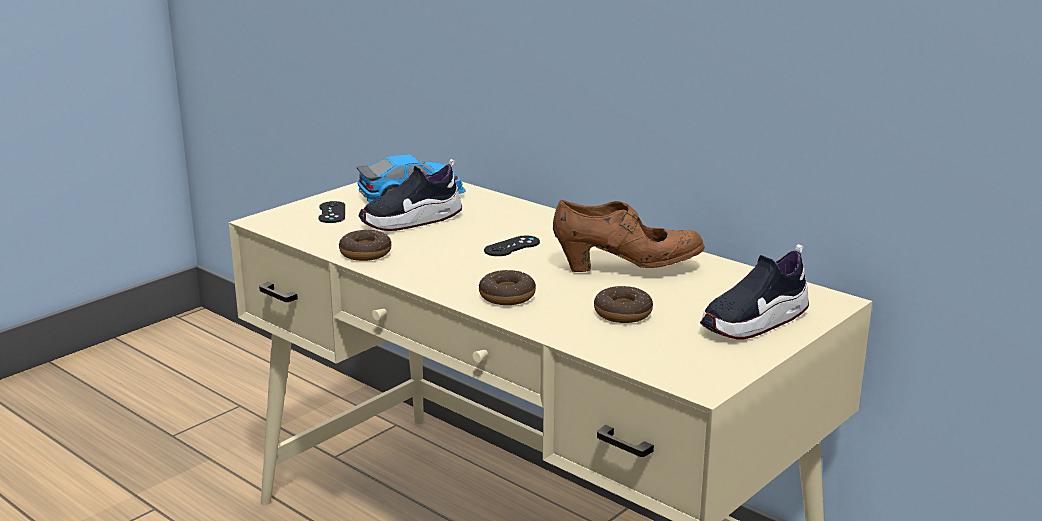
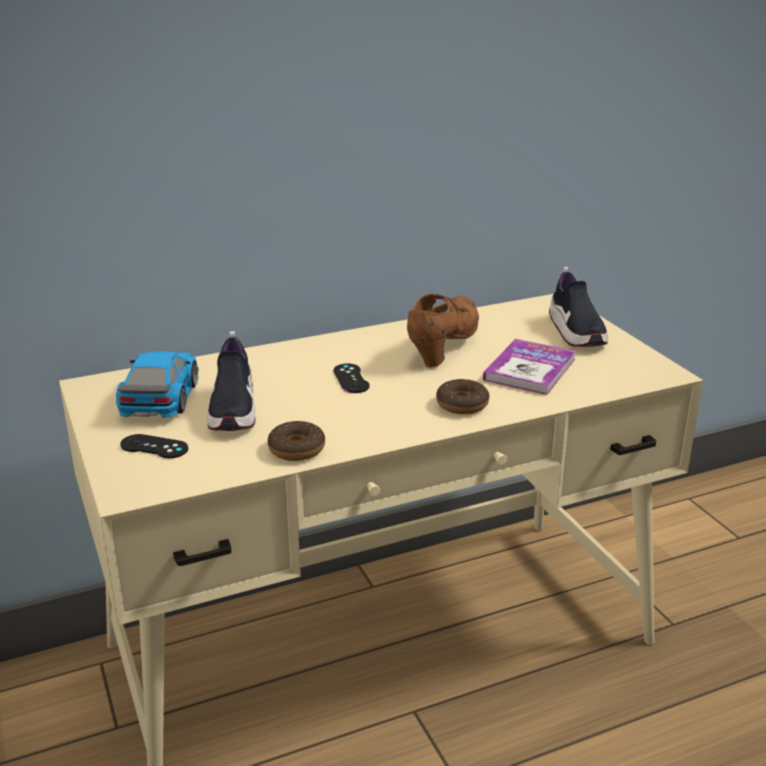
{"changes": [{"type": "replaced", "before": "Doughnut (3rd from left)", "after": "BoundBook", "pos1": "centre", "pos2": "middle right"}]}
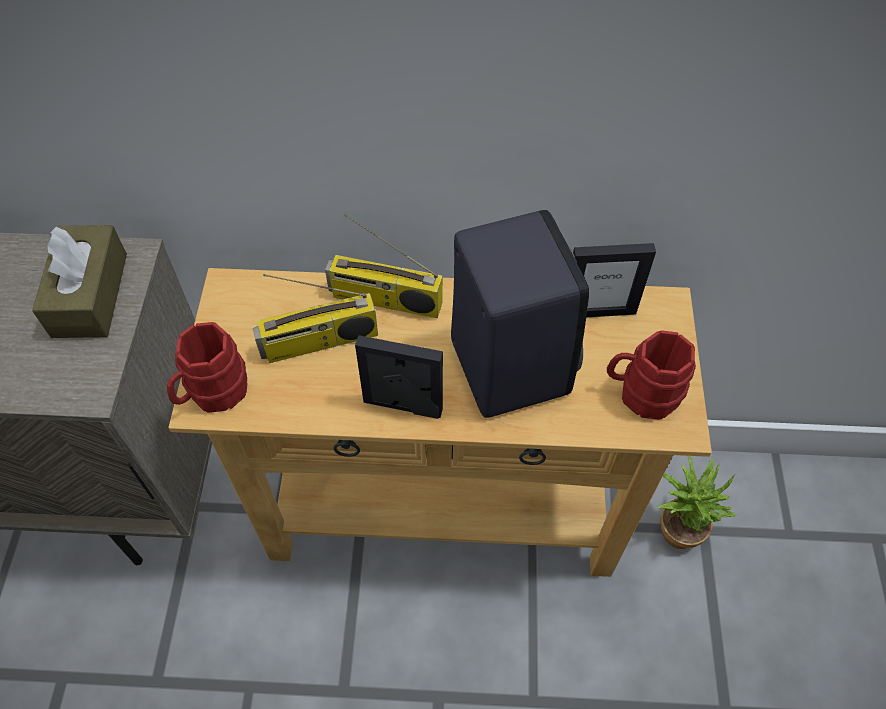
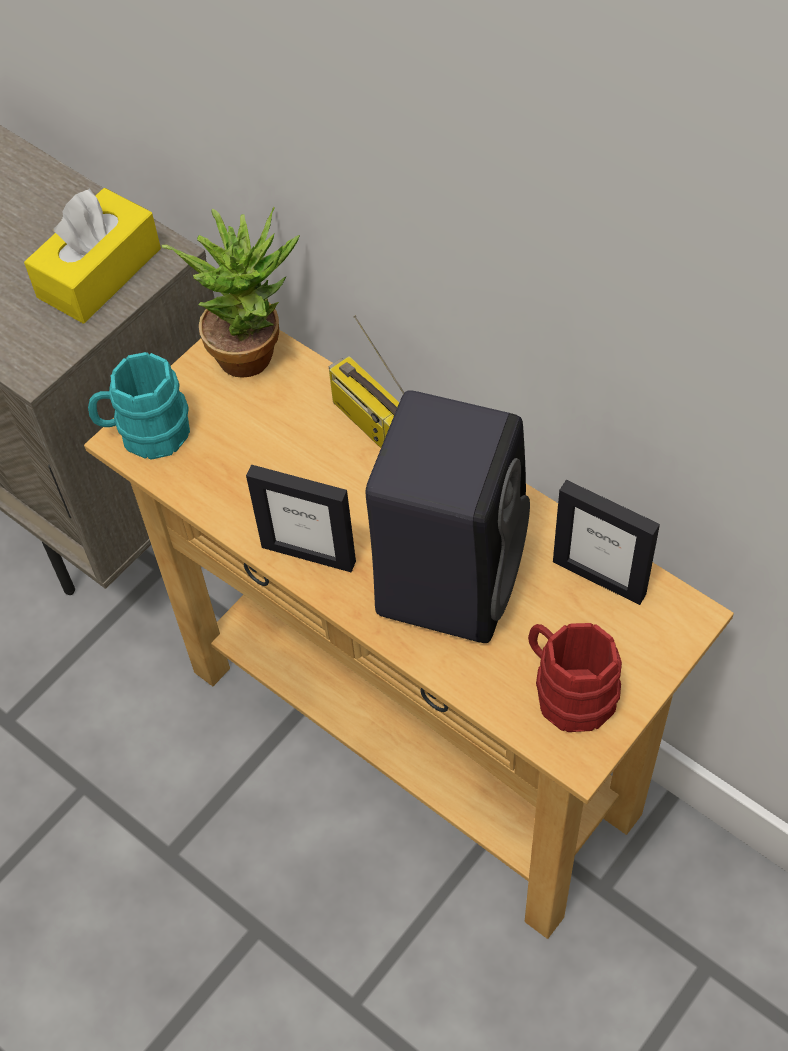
{"changes": [{"type": "recoloured", "before": "BrownBoxOfTissues", "after": "YellowishBoxOfTissues", "pos1": "middle left", "pos2": "top left"}, {"type": "recoloured", "before": "RedColouredTeaMug (1st from left)", "after": "BlueGreenTeaMug", "pos1": "middle left", "pos2": "middle left"}, {"type": "moved", "before": "PottedPlant", "pos1": "bottom right", "pos2": "top left"}, {"type": "turned", "before": "StandingFrame (1st from left)", "pos1": "centre", "pos2": "centre", "turn": 150}, {"type": "removed", "before": "Radio (1st from left)", "pos1": "centre"}]}
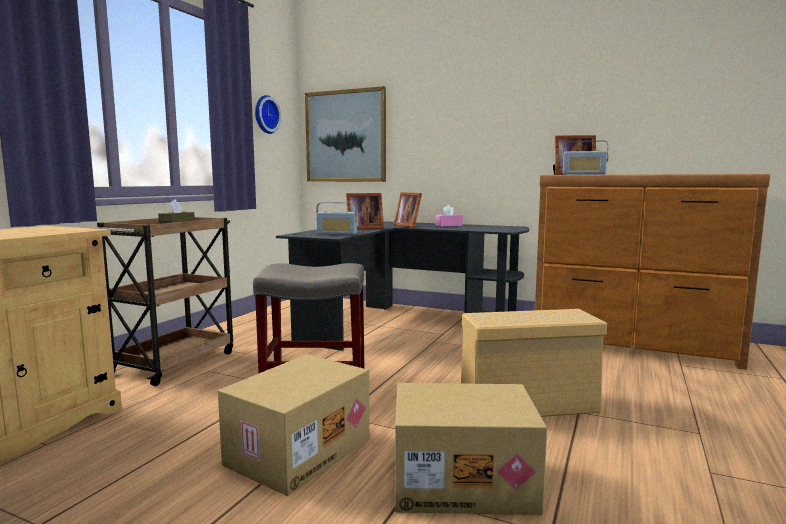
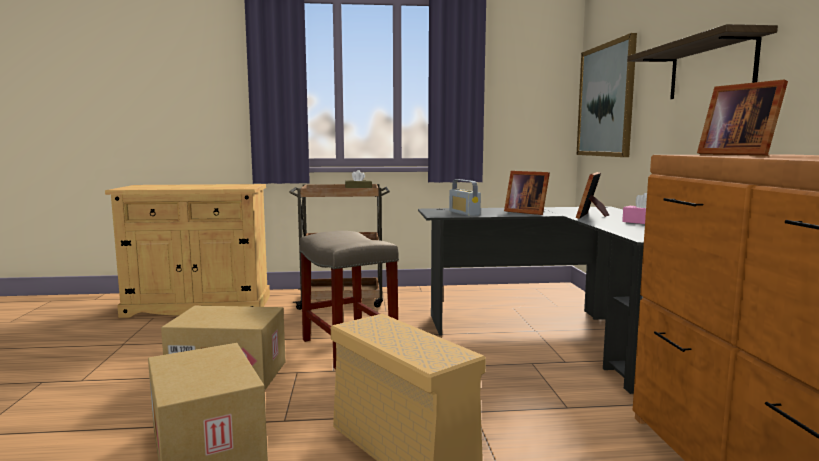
{"changes": [{"type": "added", "after": "WallShelf", "pos2": "top right"}, {"type": "removed", "before": "ClockOnTheWall", "pos1": "top centre"}, {"type": "removed", "before": "Radio (2nd from left)", "pos1": "top right"}]}
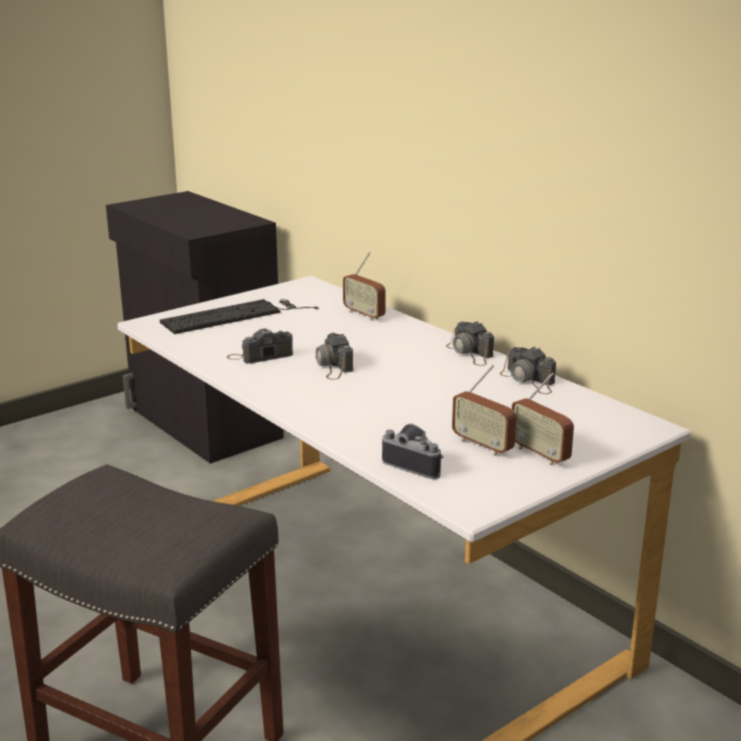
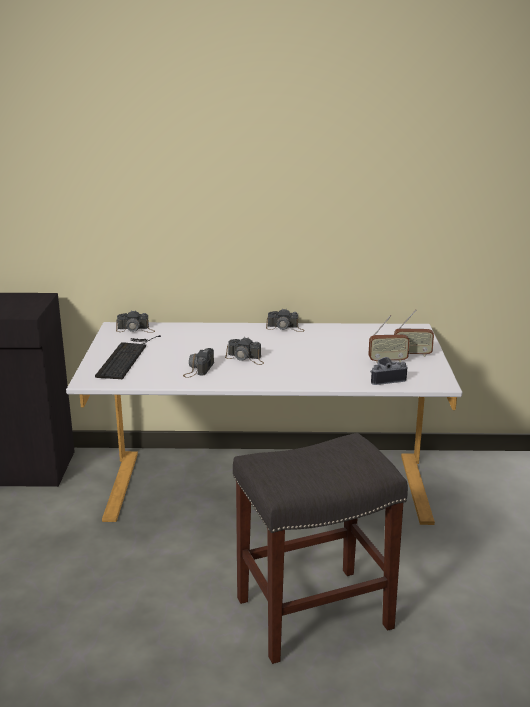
{"changes": [{"type": "moved", "before": "StillCamera (5th from left in the first image)", "after": "StillCamera (1st from left)", "pos1": "middle right", "pos2": "middle left"}, {"type": "removed", "before": "Radio (1st from left)", "pos1": "centre"}]}
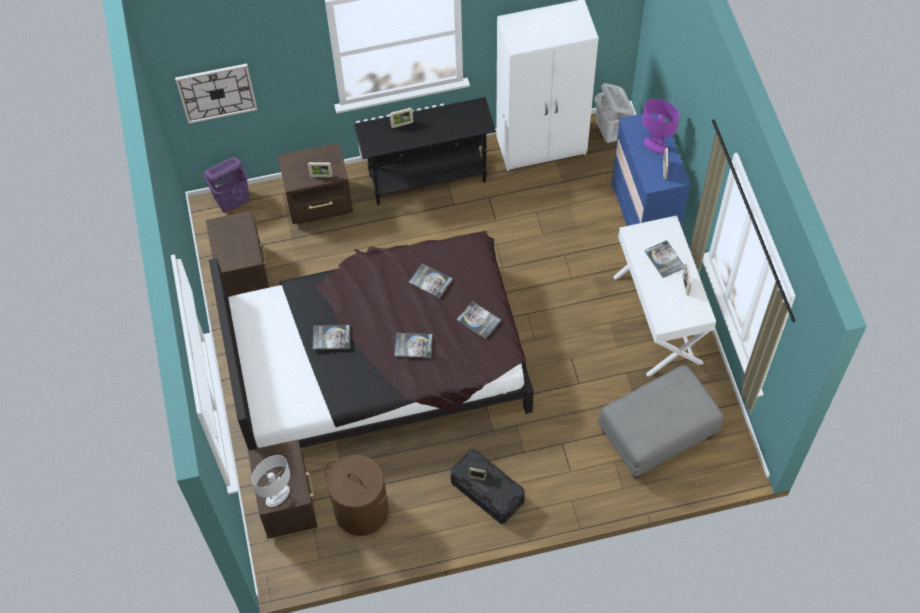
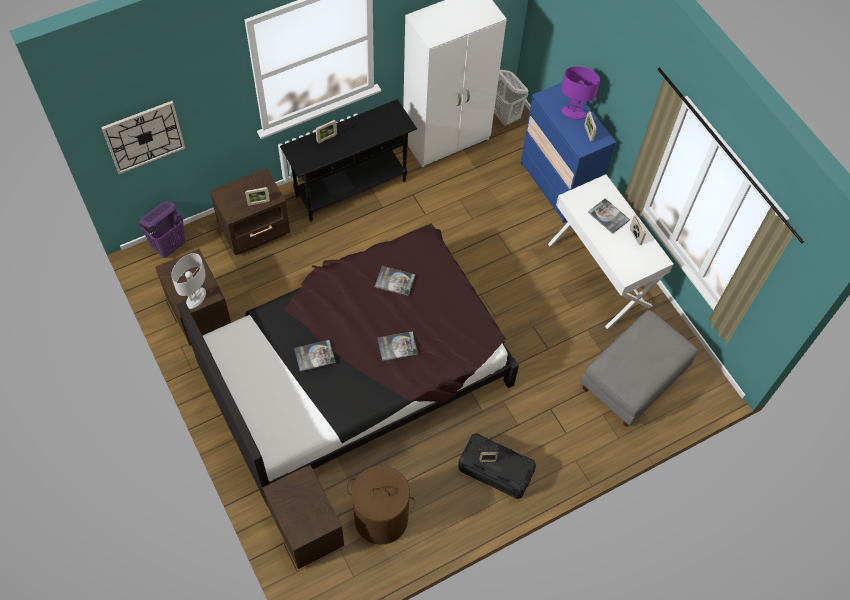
{"changes": [{"type": "moved", "before": "WhiteColouredTabletopLamp", "pos1": "bottom left", "pos2": "middle left"}, {"type": "removed", "before": "BoundBook (4th from left)", "pos1": "centre"}]}
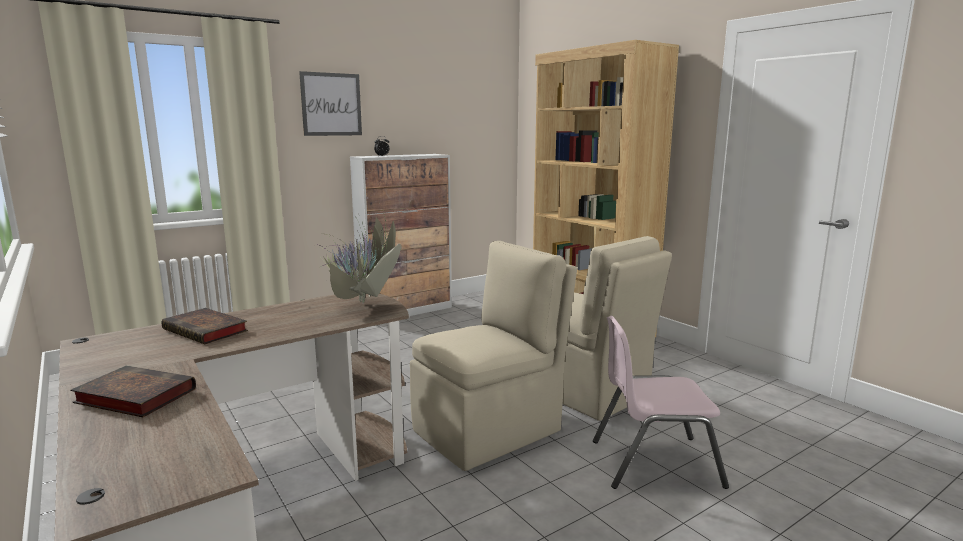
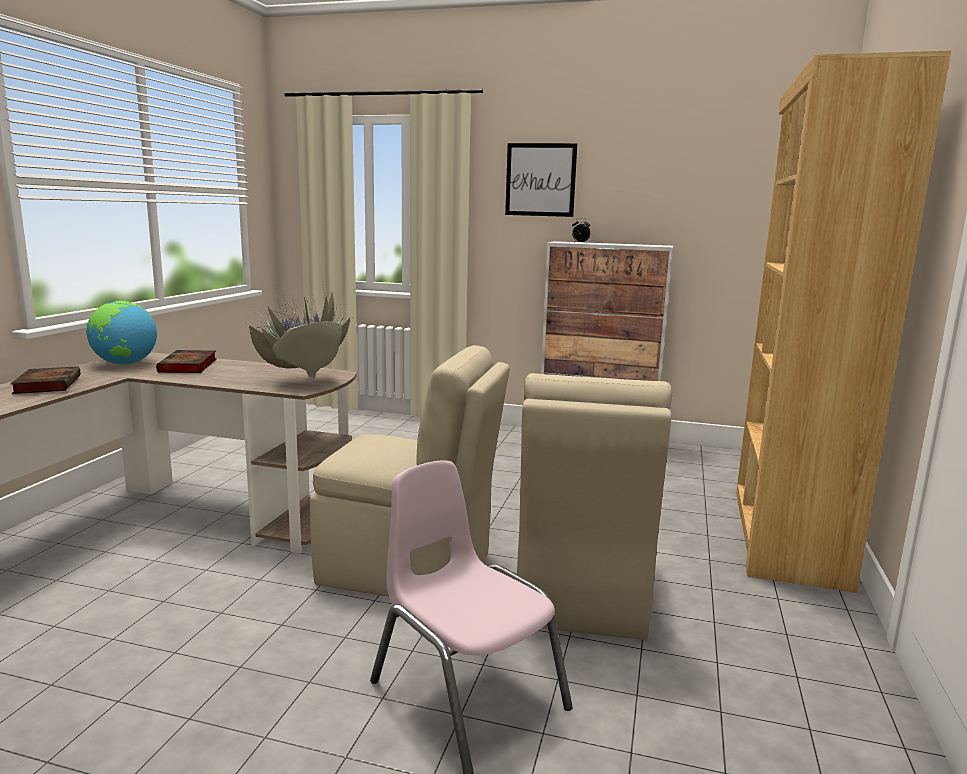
{"changes": [{"type": "added", "after": "Globe", "pos2": "middle left"}]}
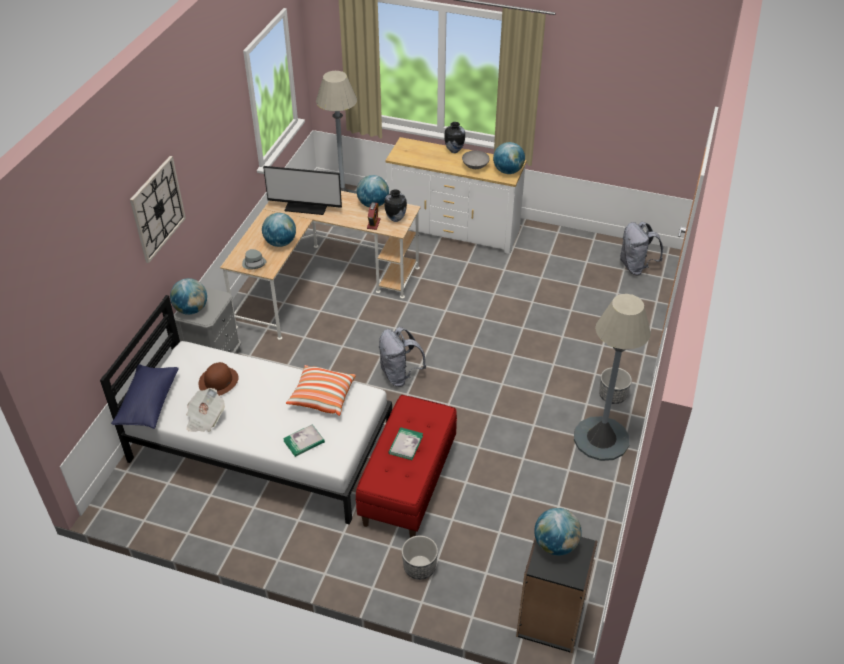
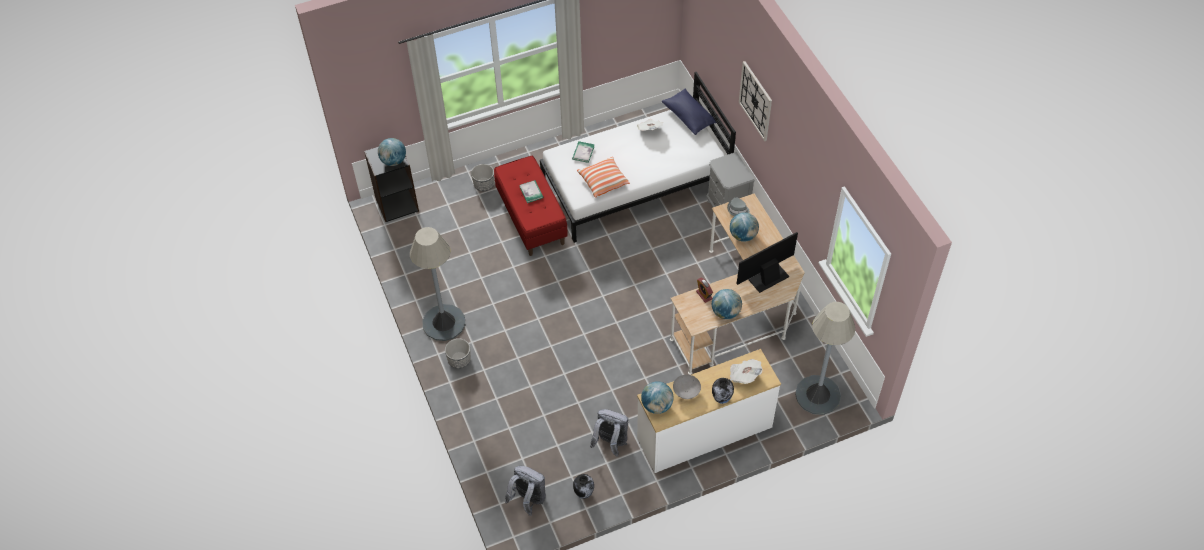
{"changes": [{"type": "moved", "before": "DecorativeVase (1st from left)", "pos1": "top centre", "pos2": "bottom centre"}, {"type": "moved", "before": "GreyishKnapsack (1st from left in the first image)", "after": "GreyishKnapsack (2nd from left)", "pos1": "centre", "pos2": "bottom centre"}, {"type": "added", "after": "PrintedPaper (2nd from left)", "pos2": "bottom centre"}, {"type": "removed", "before": "Globe (1st from left)", "pos1": "middle left"}, {"type": "removed", "before": "BrownClothingHat", "pos1": "middle left"}]}
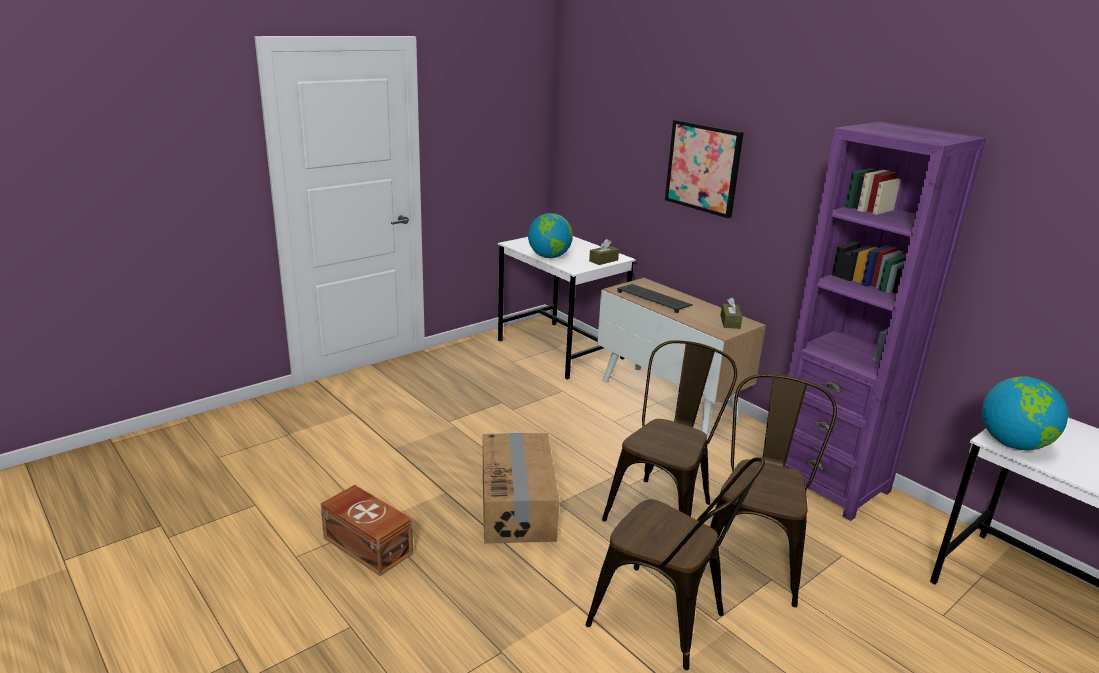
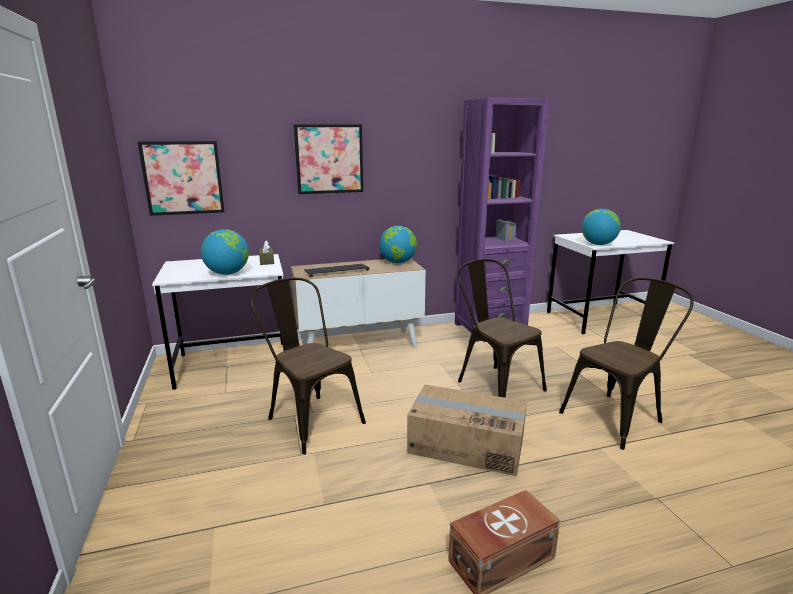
{"changes": [{"type": "added", "after": "Picture (1st from left)", "pos2": "top left"}, {"type": "moved", "before": "BrownUprightChair (3rd from left in the first image)", "after": "BrownUprightChair (1st from left)", "pos1": "bottom right", "pos2": "centre"}, {"type": "replaced", "before": "BrownBoxOfTissues (2nd from left)", "after": "Globe (2nd from left)", "pos1": "centre", "pos2": "centre"}]}
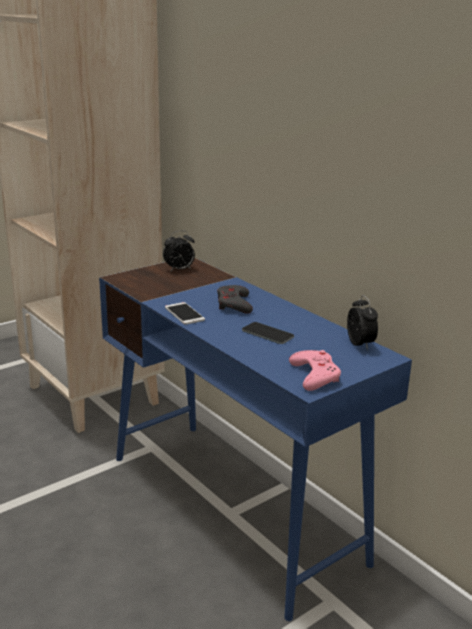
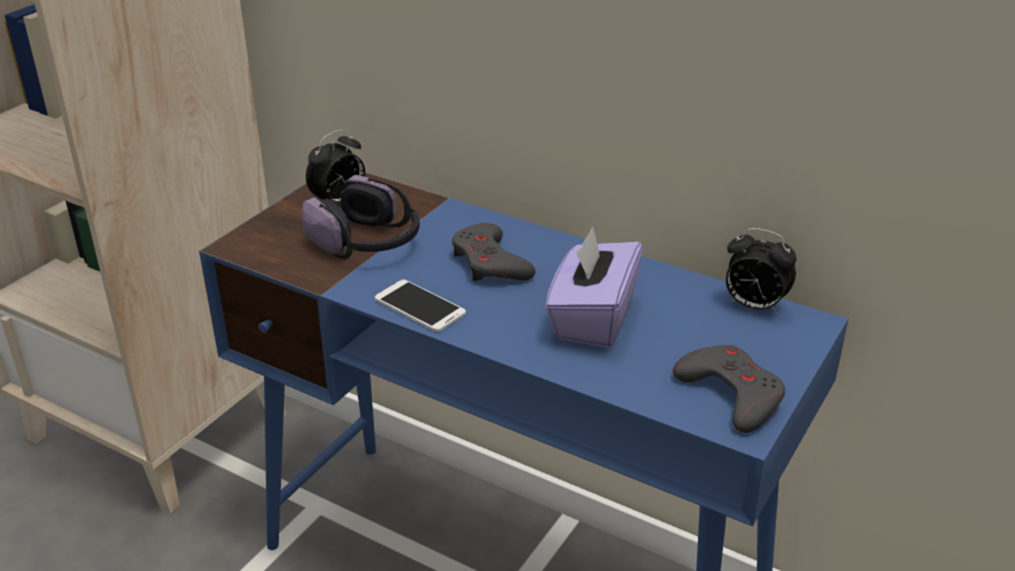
{"changes": [{"type": "added", "after": "Headphones", "pos2": "centre"}, {"type": "replaced", "before": "Telephone (2nd from left)", "after": "PurplishBoxOfTissues", "pos1": "centre", "pos2": "centre"}, {"type": "recoloured", "before": "PinkGameController", "after": "GreyishGameController (2nd from left)", "pos1": "middle right", "pos2": "bottom right"}, {"type": "turned", "before": "TableClock (2nd from left)", "pos1": "middle right", "pos2": "middle right", "turn": 150}]}
